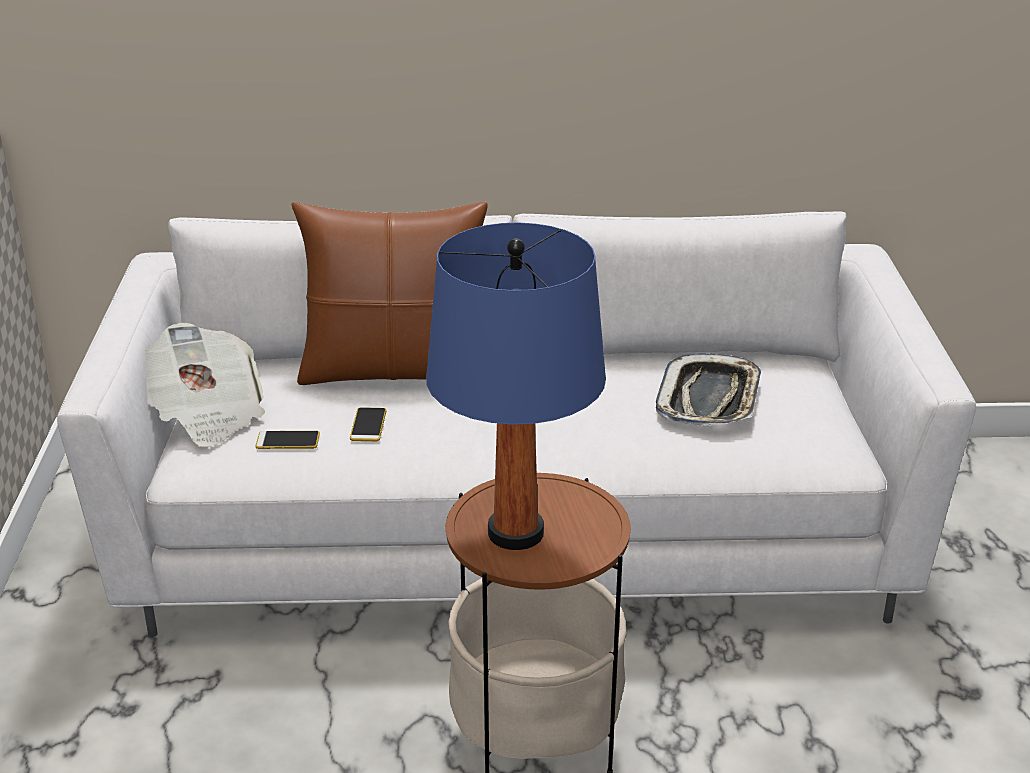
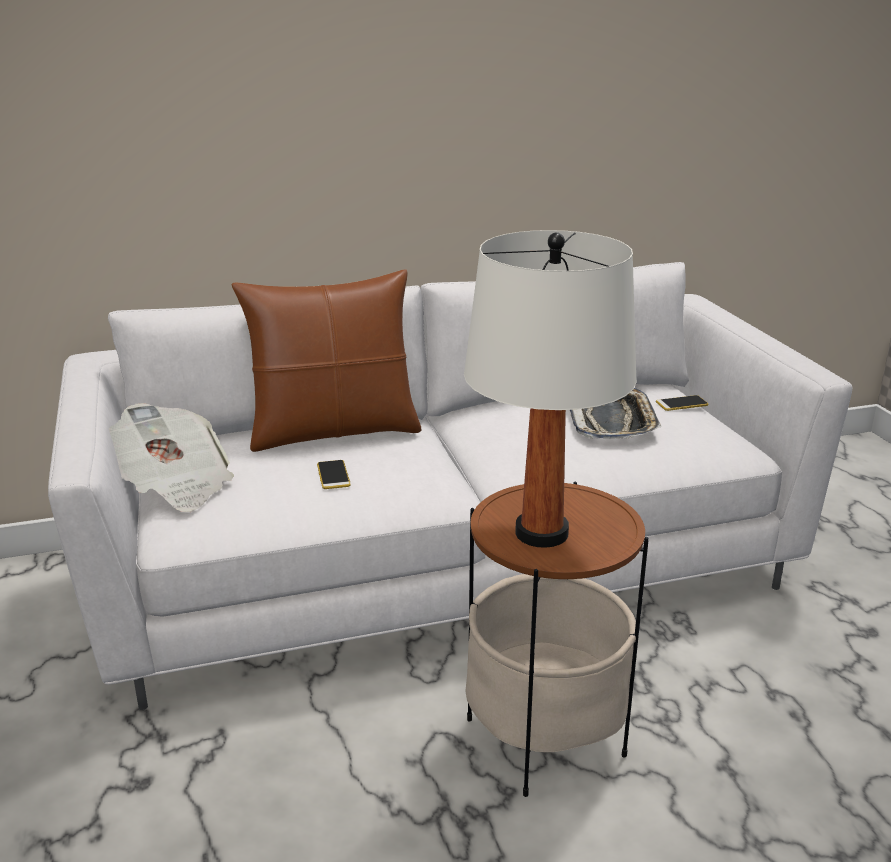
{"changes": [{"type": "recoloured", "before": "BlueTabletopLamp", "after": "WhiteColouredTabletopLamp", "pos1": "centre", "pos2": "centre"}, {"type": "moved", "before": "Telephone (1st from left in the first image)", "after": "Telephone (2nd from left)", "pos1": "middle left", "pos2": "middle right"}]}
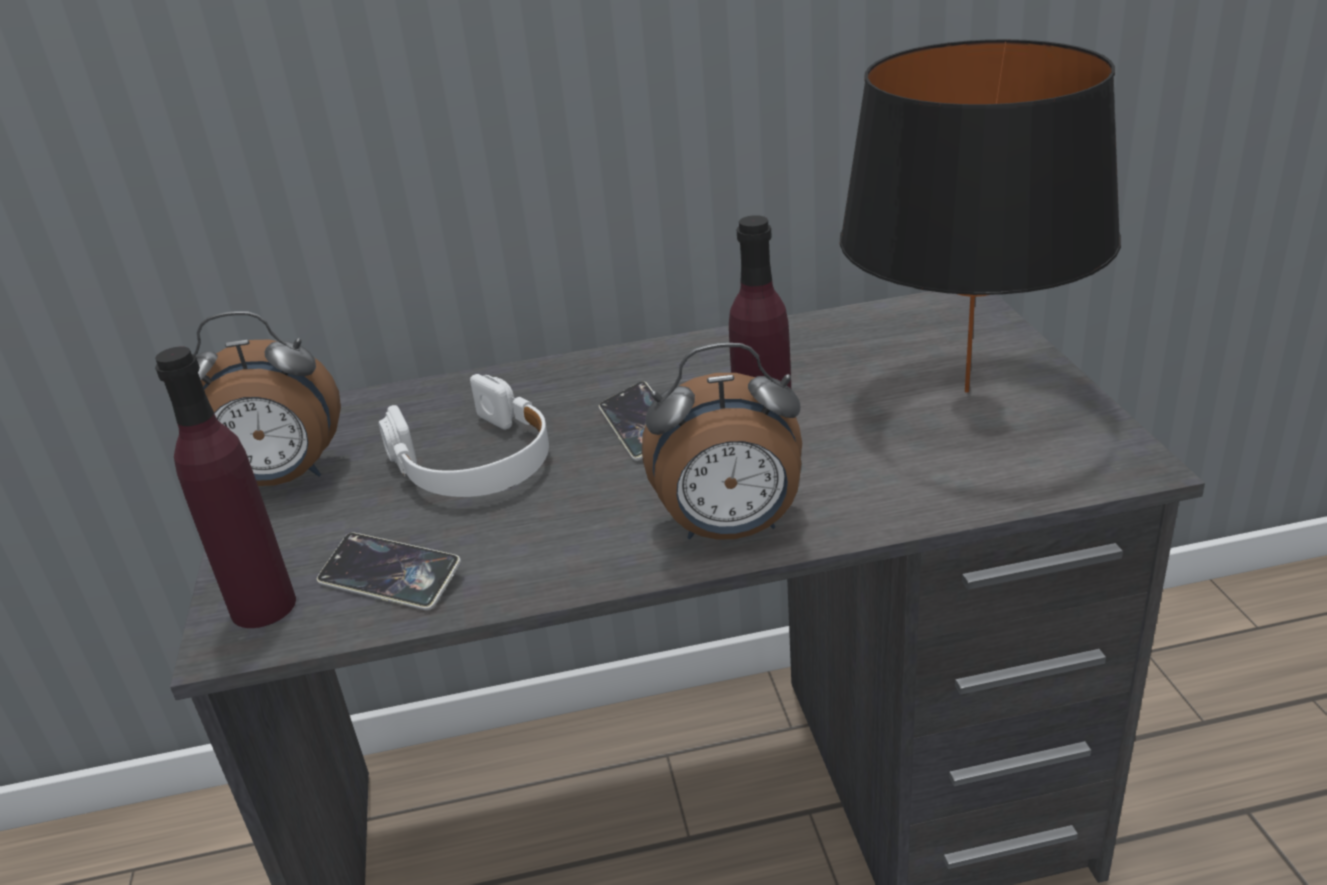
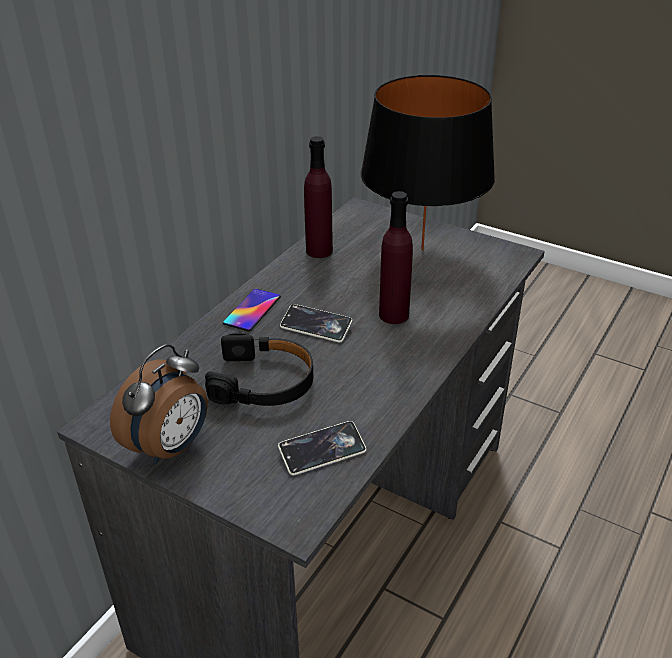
{"changes": [{"type": "recoloured", "before": "WhiteColouredHeadphones", "after": "BlackHeadphones", "pos1": "centre", "pos2": "centre"}, {"type": "added", "after": "Telephone (1st from left)", "pos2": "centre"}, {"type": "moved", "before": "PurplishBeverageBottle (1st from left)", "pos1": "middle left", "pos2": "top centre"}, {"type": "removed", "before": "TableClock (2nd from left)", "pos1": "centre"}]}
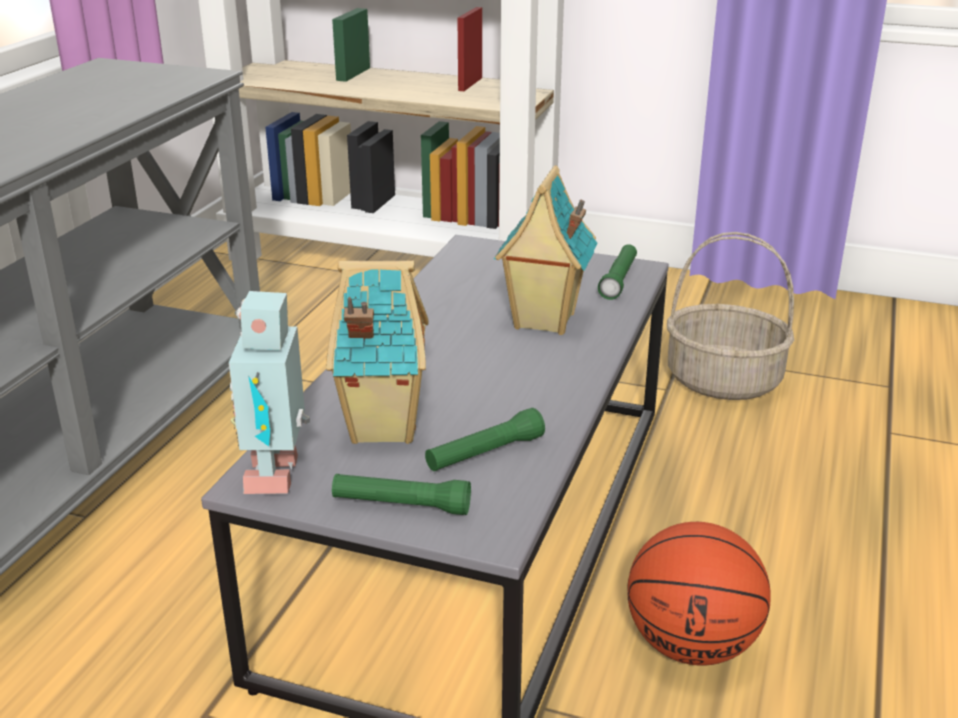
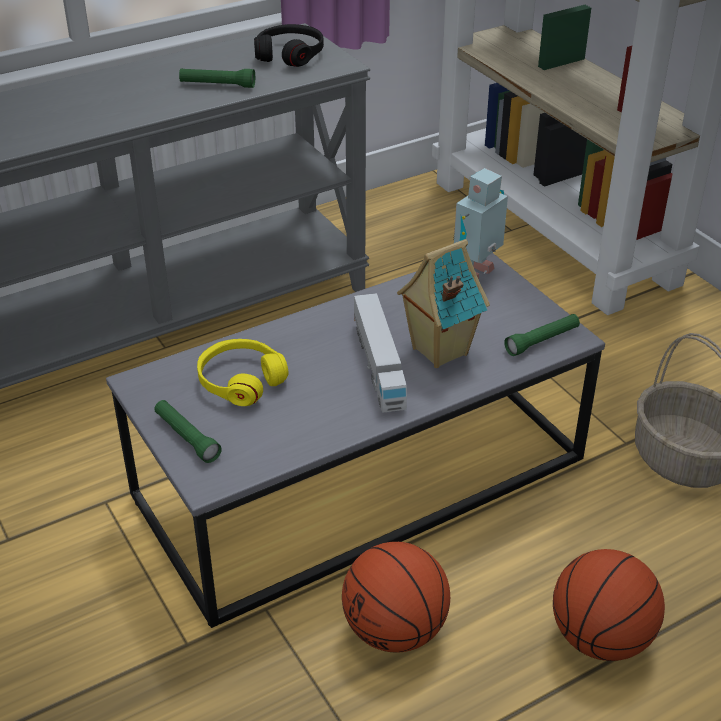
{"changes": [{"type": "moved", "before": "GreenishHandTorch (2nd from left)", "pos1": "centre", "pos2": "top left"}, {"type": "replaced", "before": "ToyHouse (1st from left)", "after": "YellowishHeadphones", "pos1": "centre", "pos2": "centre"}, {"type": "added", "after": "BlackHeadphones", "pos2": "top centre"}, {"type": "added", "after": "ToyLorry", "pos2": "centre"}, {"type": "moved", "before": "ModelRobot", "pos1": "middle left", "pos2": "top centre"}, {"type": "added", "after": "Basketball (2nd from left)", "pos2": "bottom right"}]}
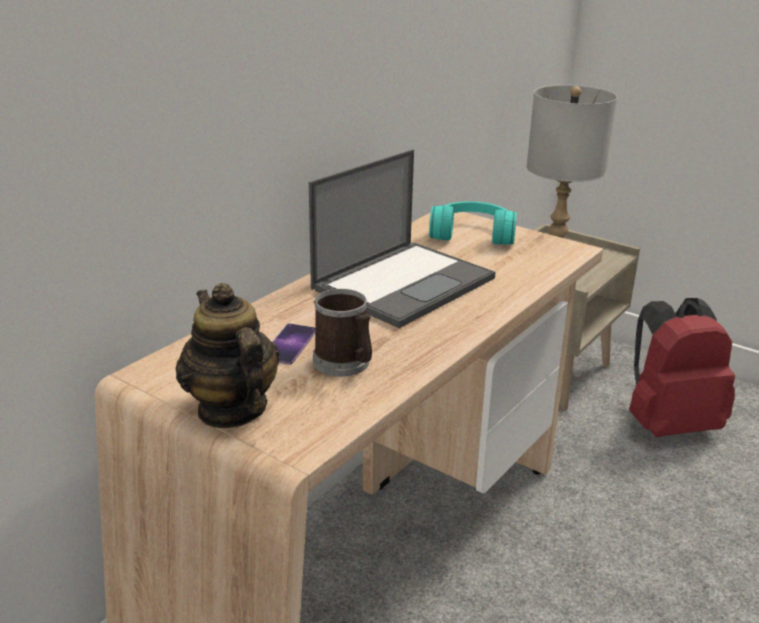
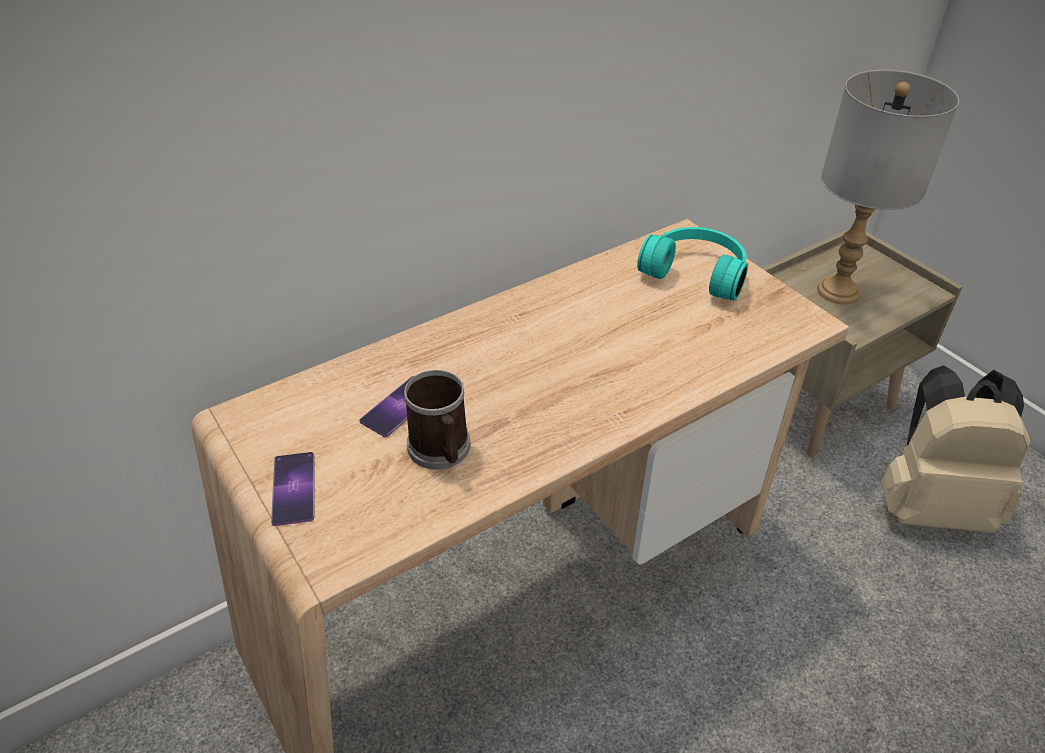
{"changes": [{"type": "replaced", "before": "PotForTea", "after": "Telephone (1st from left)", "pos1": "middle left", "pos2": "middle left"}, {"type": "recoloured", "before": "RedColouredKnapsack", "after": "BeigeColouredKnapsack", "pos1": "middle right", "pos2": "middle right"}, {"type": "removed", "before": "PortableComputer", "pos1": "centre"}]}
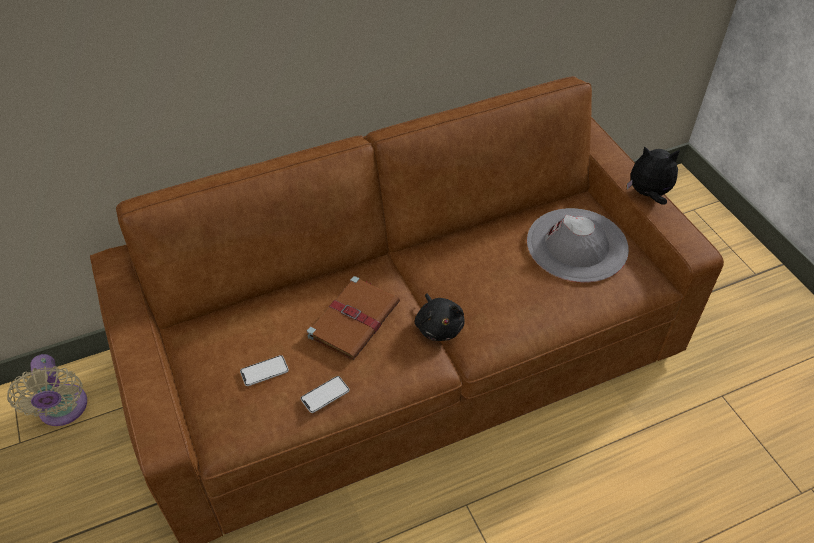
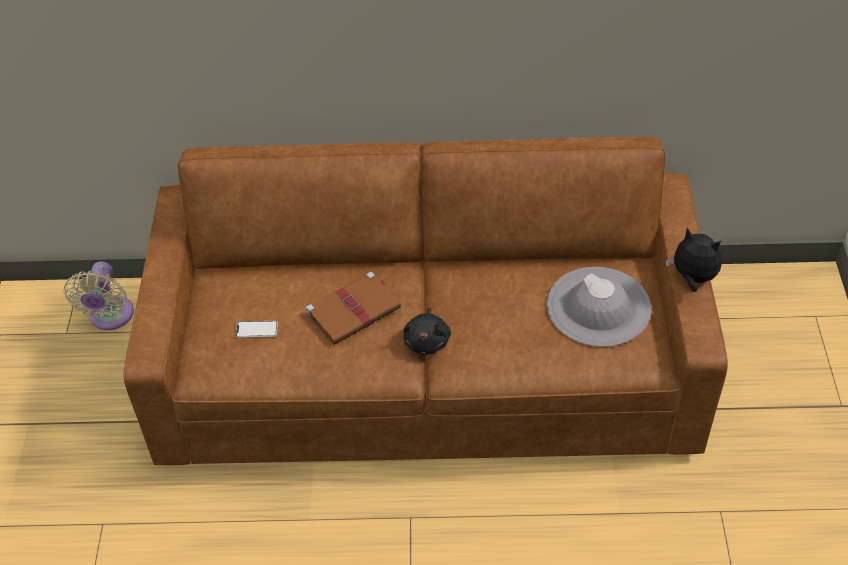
{"changes": [{"type": "removed", "before": "Telephone (2nd from left)", "pos1": "bottom centre"}]}
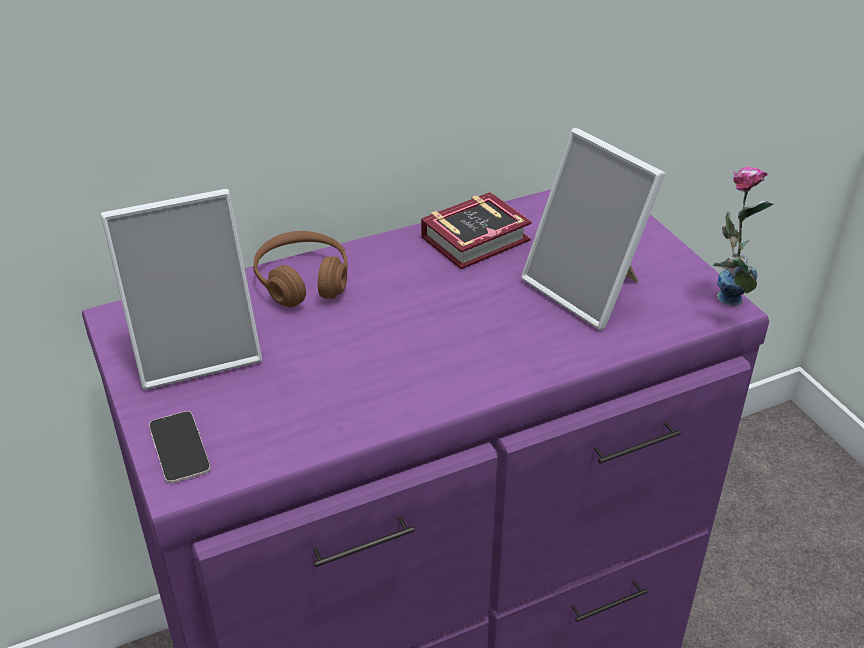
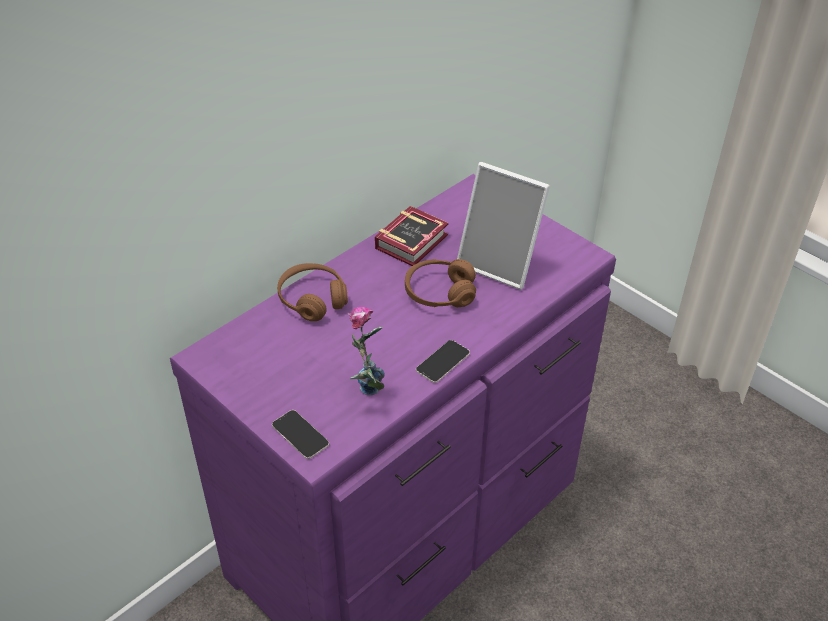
{"changes": [{"type": "moved", "before": "DecorativeVase", "pos1": "middle right", "pos2": "centre"}, {"type": "added", "after": "BrownHeadphones (2nd from left)", "pos2": "centre"}, {"type": "added", "after": "Telephone (2nd from left)", "pos2": "centre"}, {"type": "removed", "before": "StandingFrame (1st from left)", "pos1": "middle left"}]}
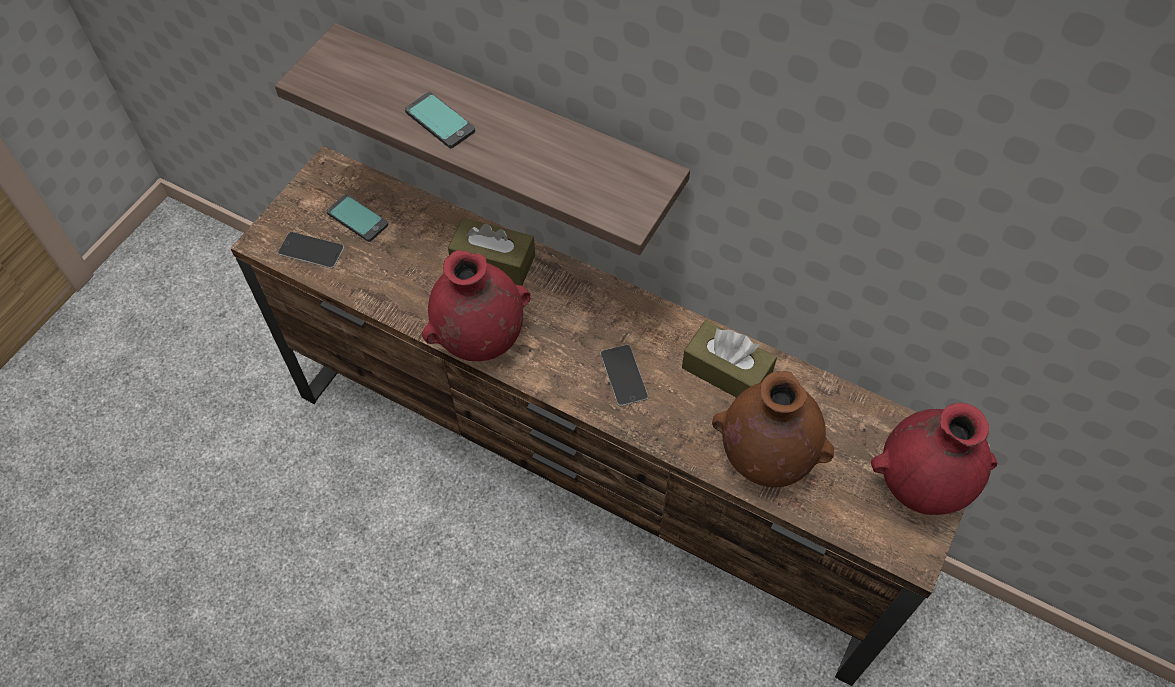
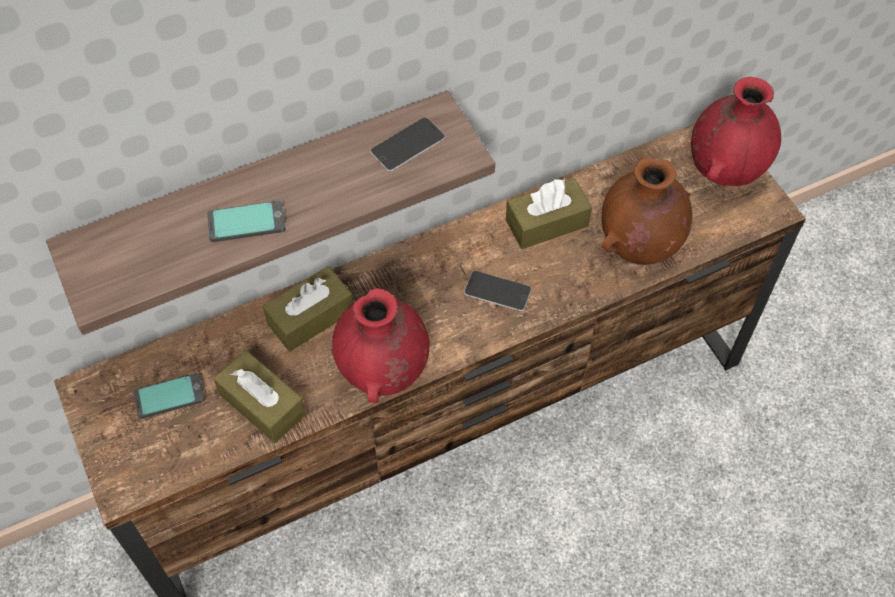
{"changes": [{"type": "added", "after": "BrownBoxOfTissues (1st from left)", "pos2": "middle left"}, {"type": "moved", "before": "Telephone (1st from left in the first image)", "after": "Telephone (3rd from left)", "pos1": "middle left", "pos2": "top centre"}]}
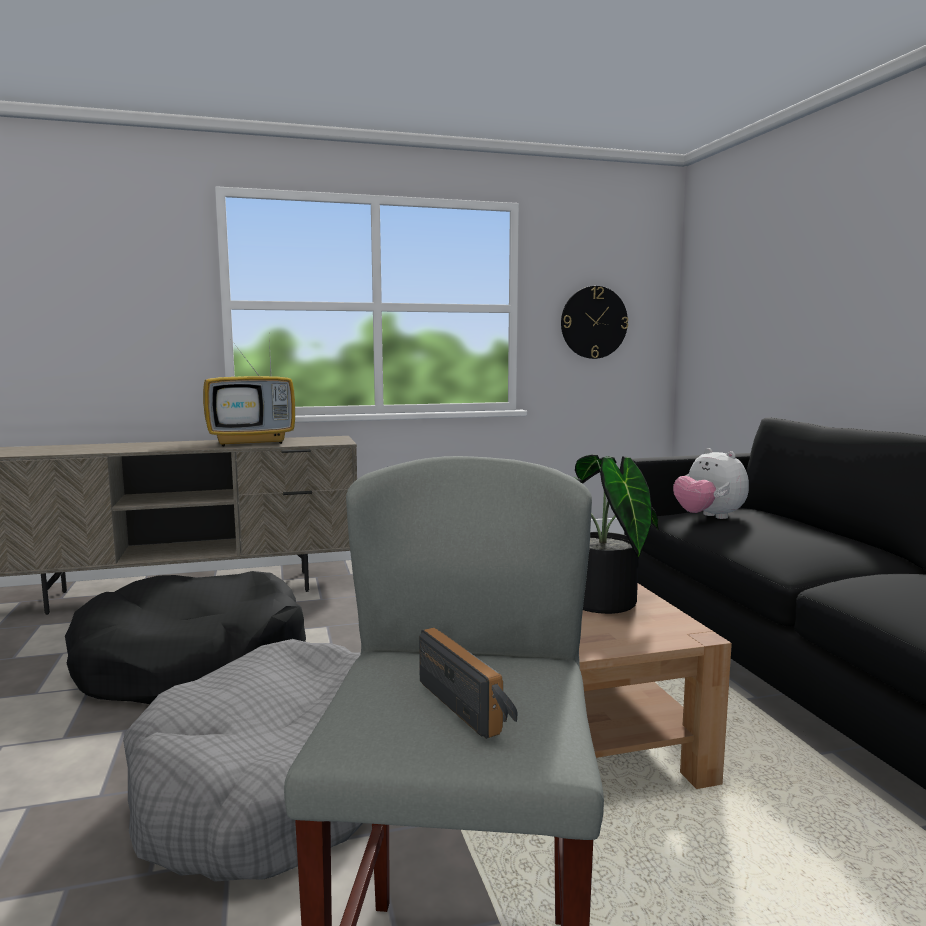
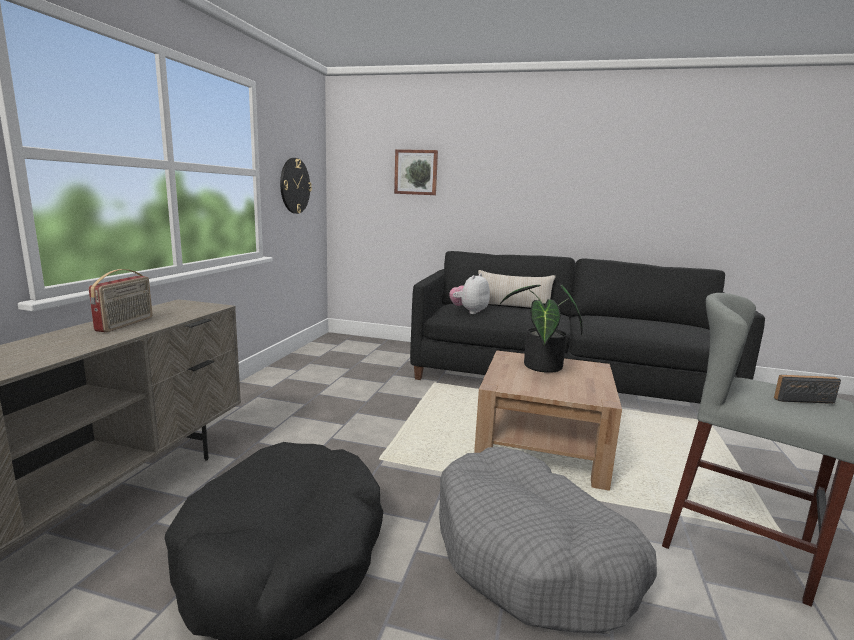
{"changes": [{"type": "replaced", "before": "Television", "after": "Radio (1st from left)", "pos1": "middle left", "pos2": "middle left"}, {"type": "added", "after": "Picture", "pos2": "top centre"}, {"type": "turned", "before": "PlushToy", "pos1": "middle right", "pos2": "centre", "turn": 120}, {"type": "added", "after": "BeigeColouredCushion", "pos2": "centre"}]}
